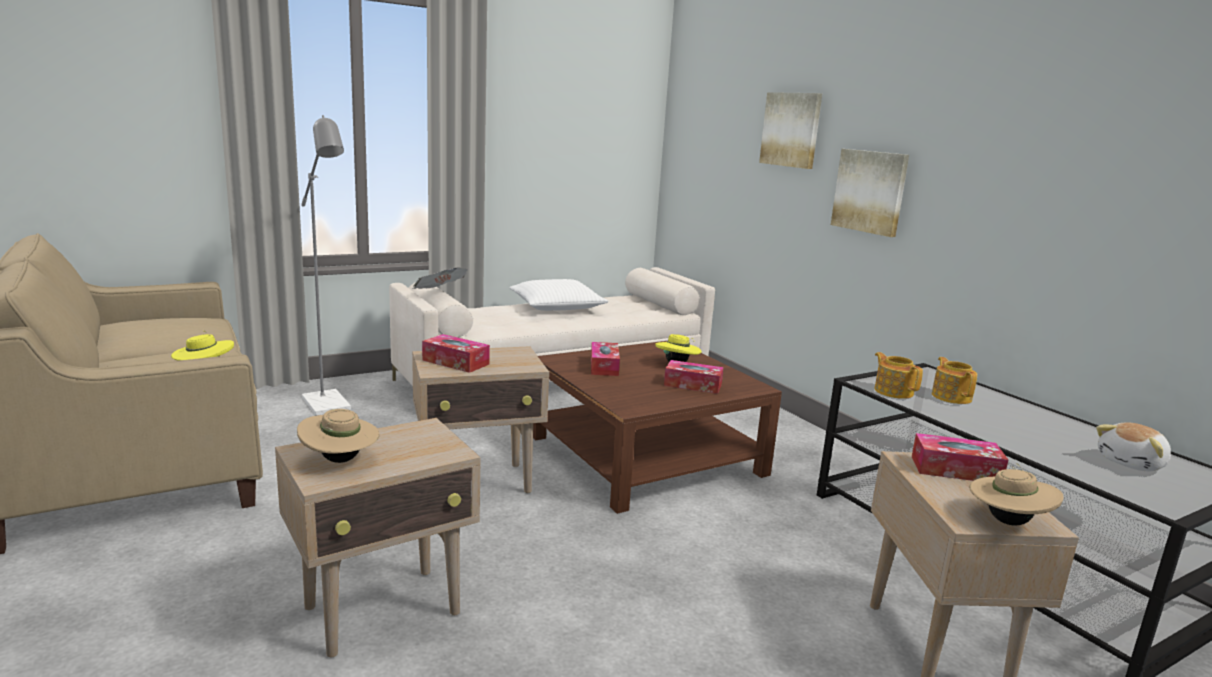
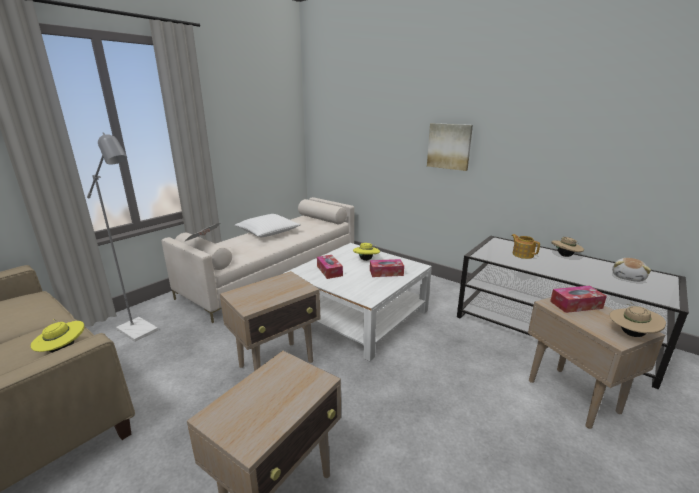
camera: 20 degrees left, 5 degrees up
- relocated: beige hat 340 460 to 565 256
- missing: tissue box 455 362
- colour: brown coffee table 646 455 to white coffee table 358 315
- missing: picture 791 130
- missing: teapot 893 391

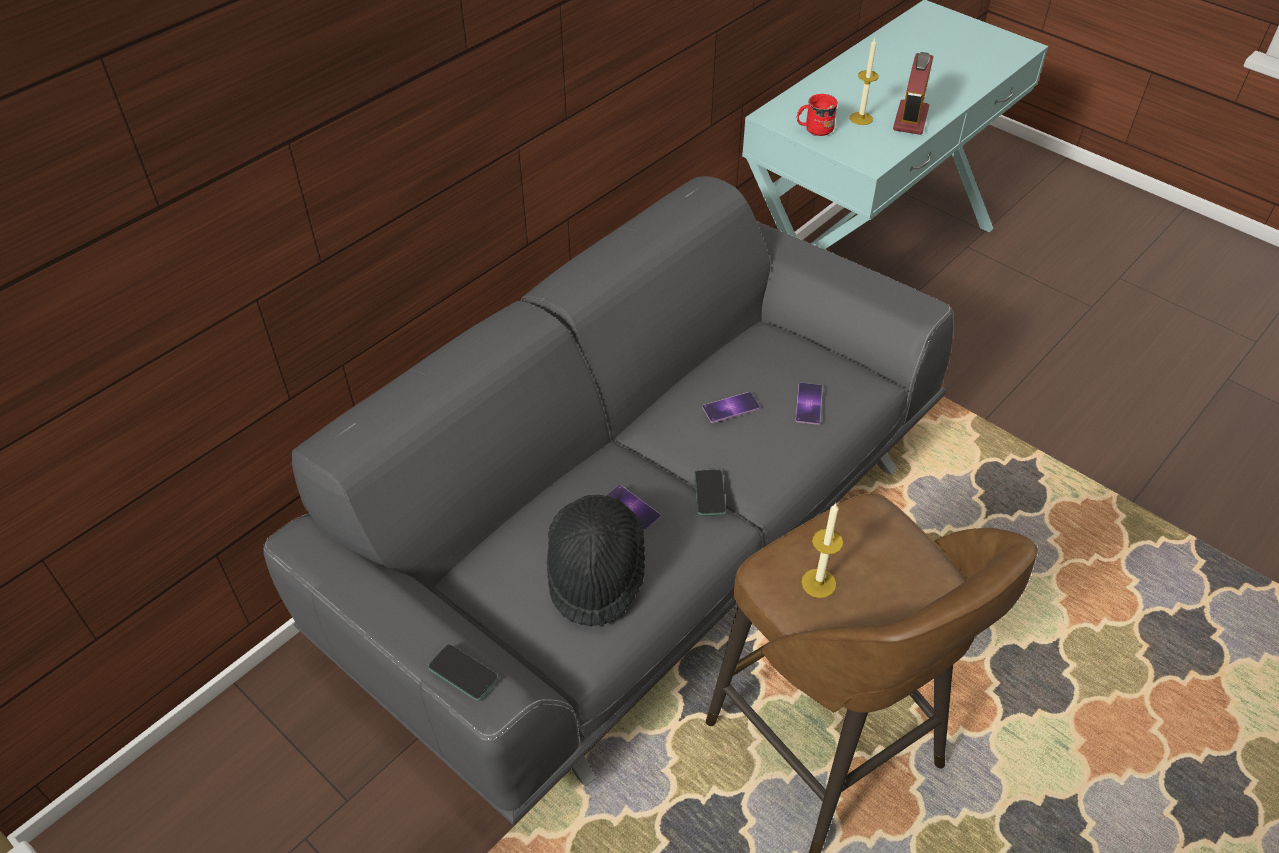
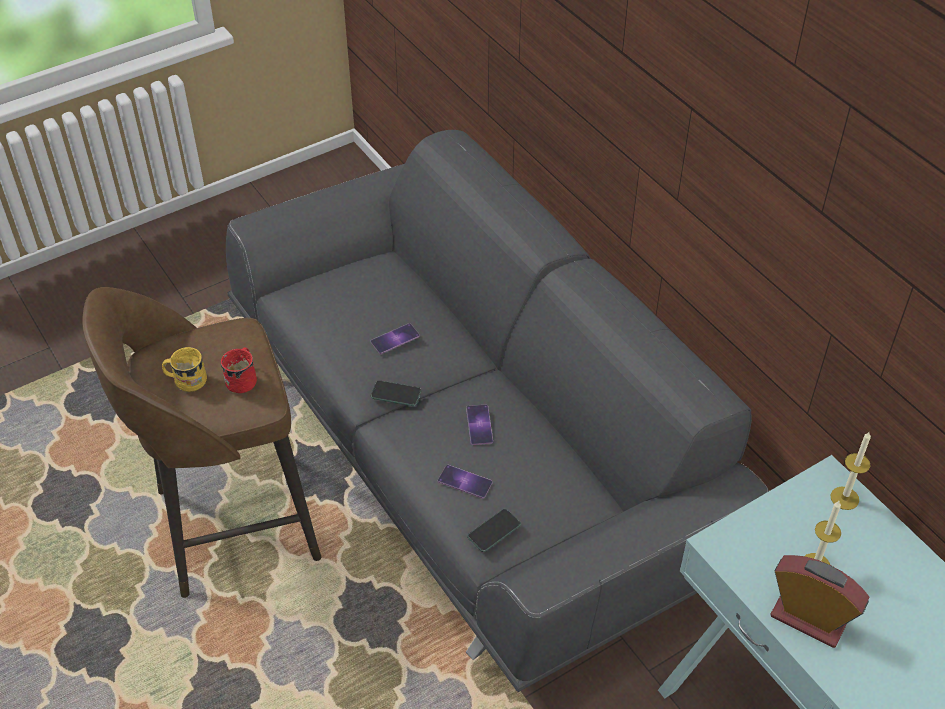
camera: 105 degrees right, 0 degrees up
- relocated: phone 463 673 to 494 531
- missing: black hat 595 573
- relocated: red mug 814 129 to 243 379
- relocated: candle 818 583 to 844 498
- appeared: yellow mug 186 380

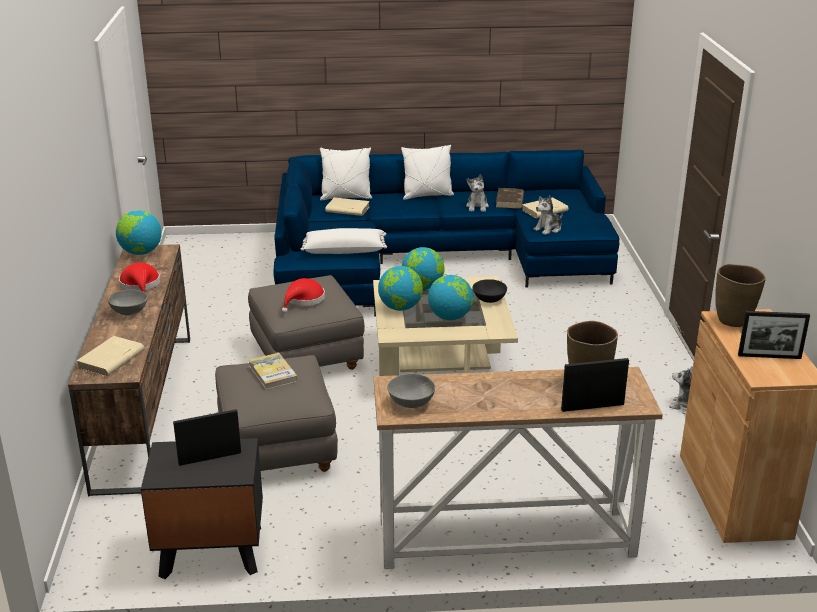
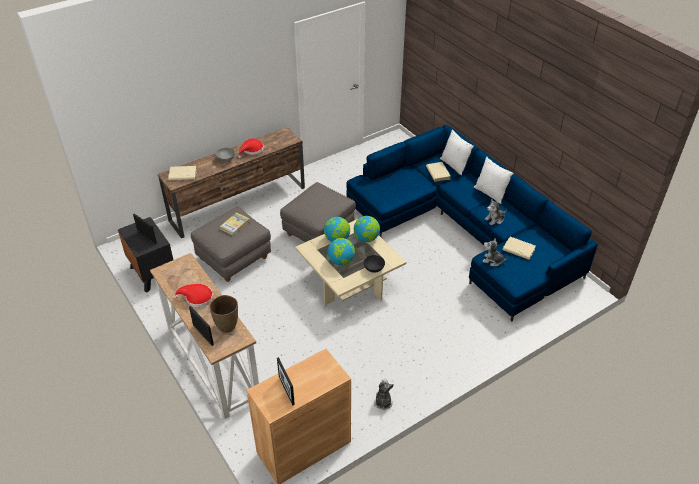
camera: 60 degrees right, 15 degrees up
- missing: globe 141 252
- relocated: red hat 303 300 to 197 298
- missing: white pillow 344 250
- missing: grey bowl 411 403
- missing: brown book 510 201
- missing: brown vase 733 320

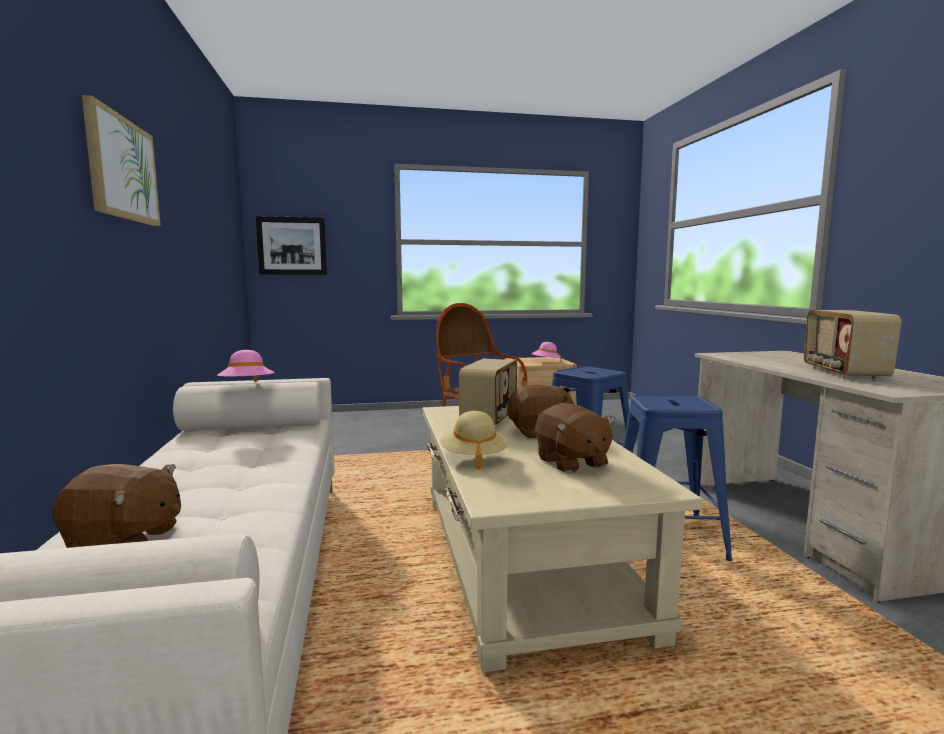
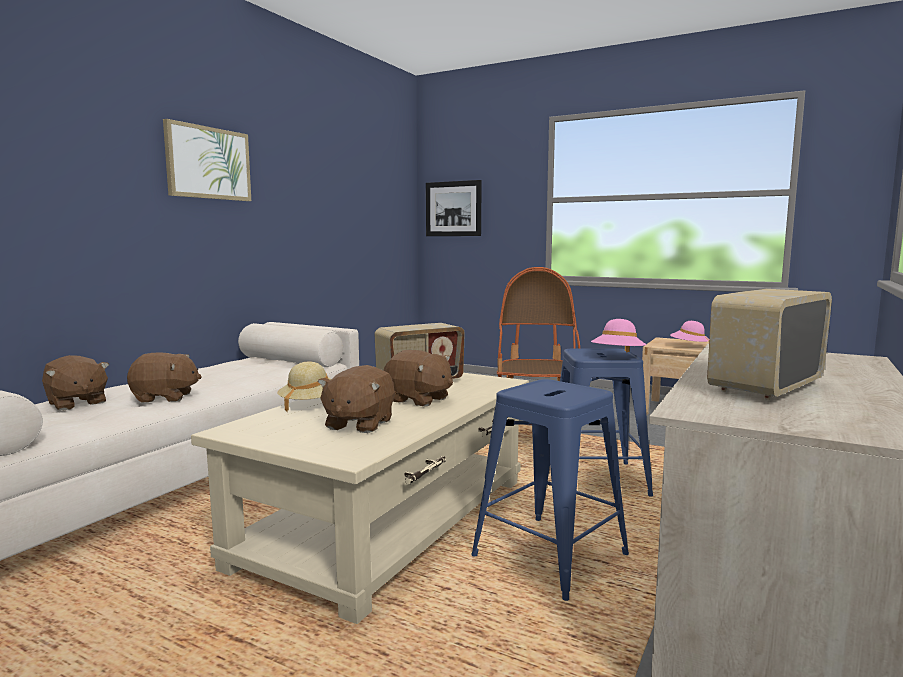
camera: 40 degrees right, 0 degrees up
- relocated: pink hat 247 387 to 618 356
- appeared: brown plush toy 165 397

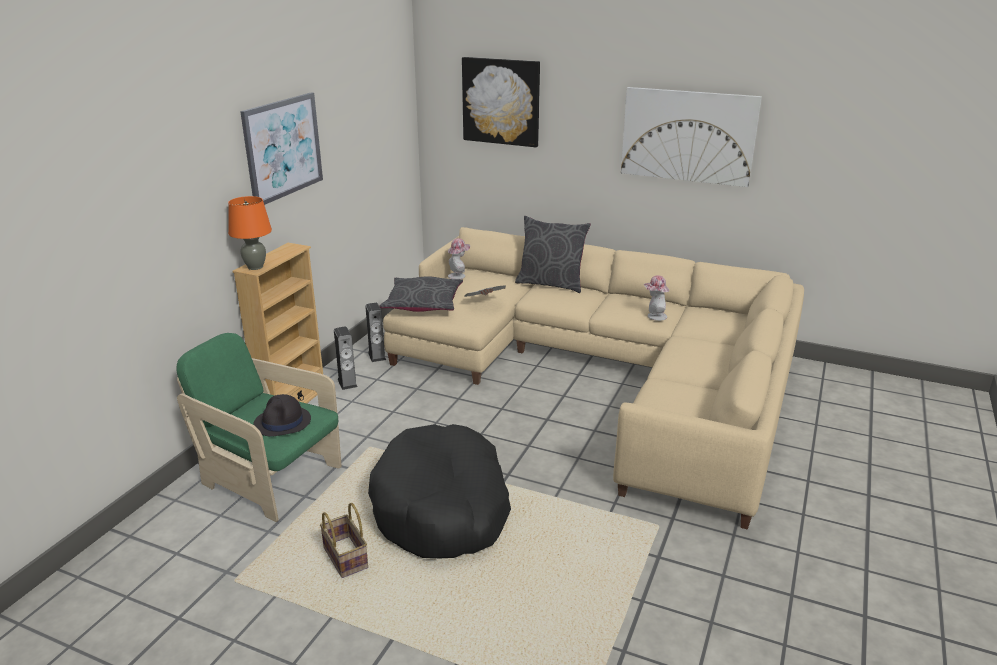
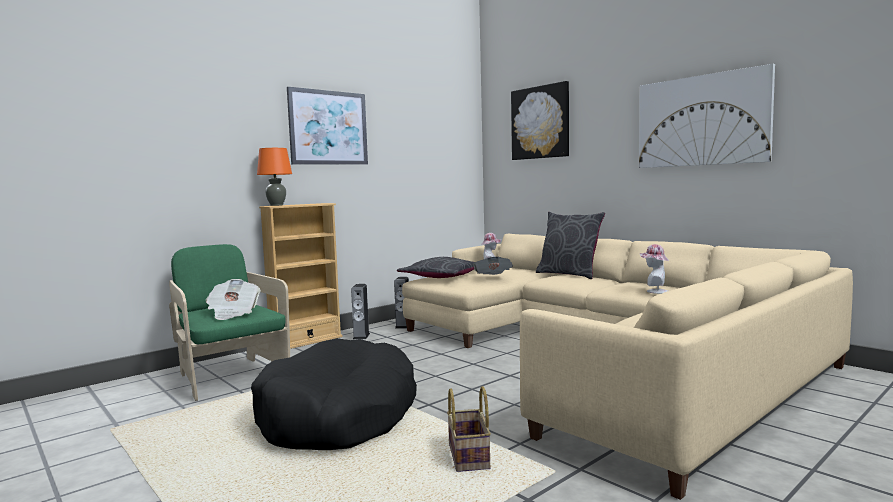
camera: 25 degrees right, 20 degrees down
- exchanged: black hat 283 422 to newspaper 233 313
- relocated: basket 347 558 to 470 457

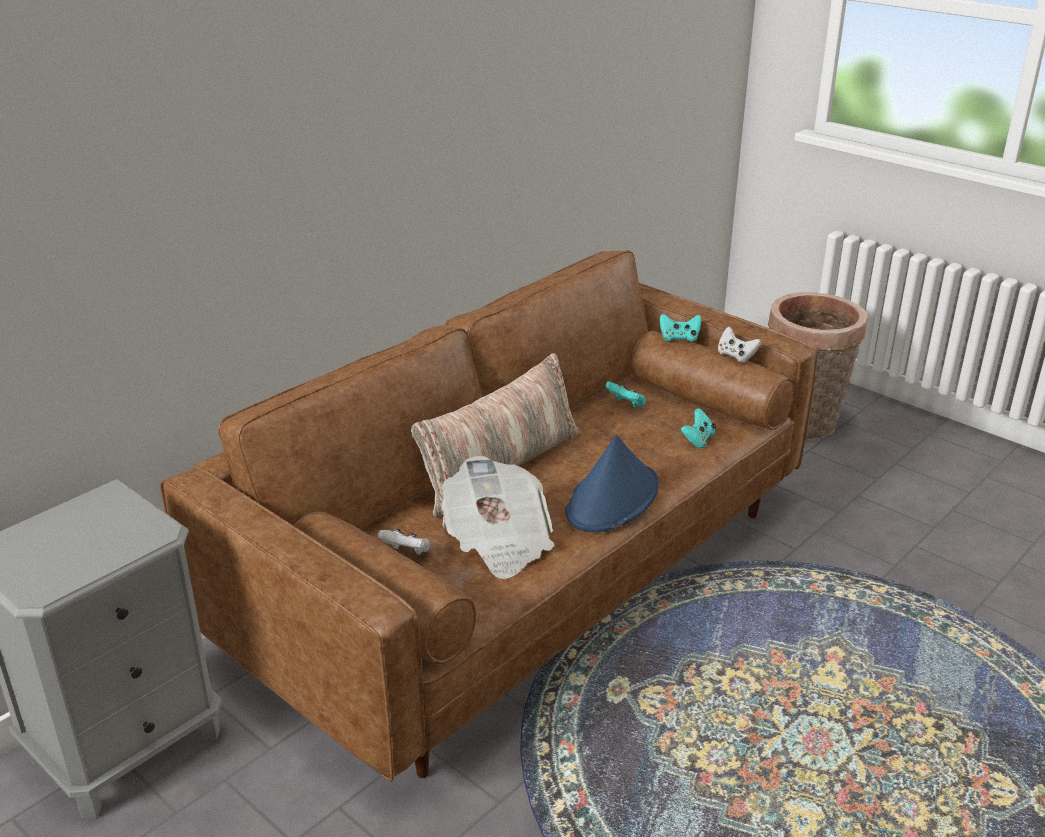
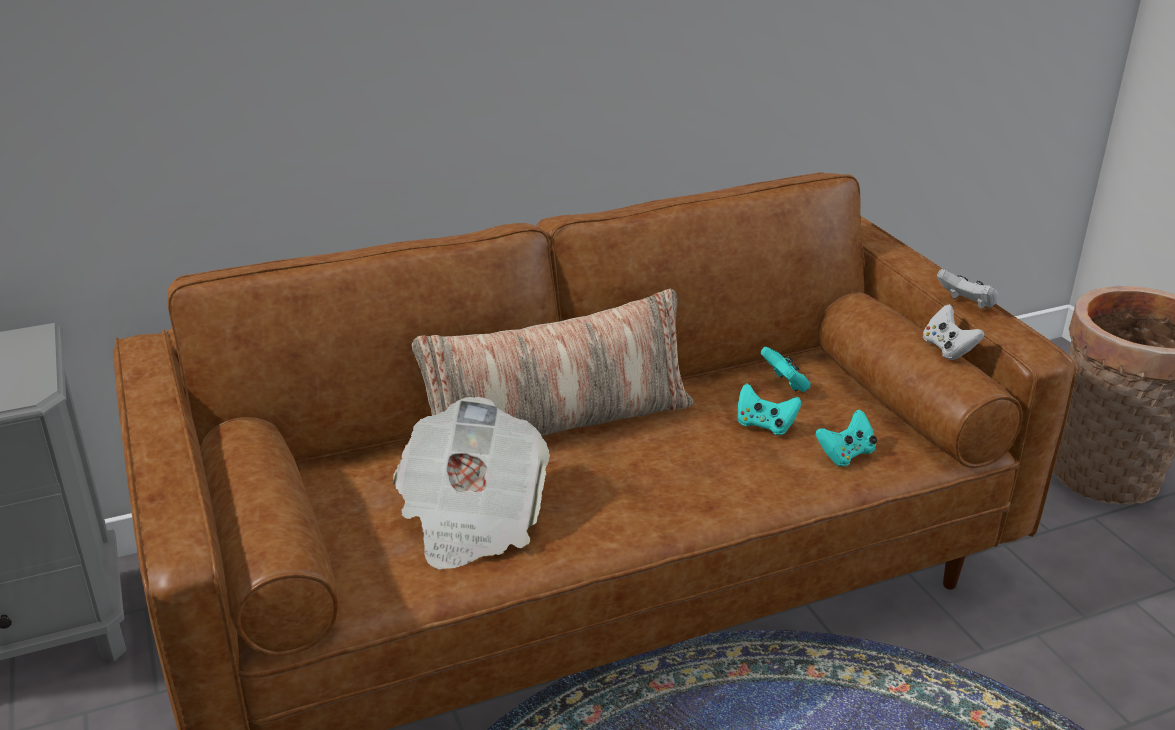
camera: 25 degrees right, 0 degrees up
- relocated: white game controller 407 552 to 966 304
- missing: blue hat 612 499
- relocated: turquoise game controller 679 338 to 765 425

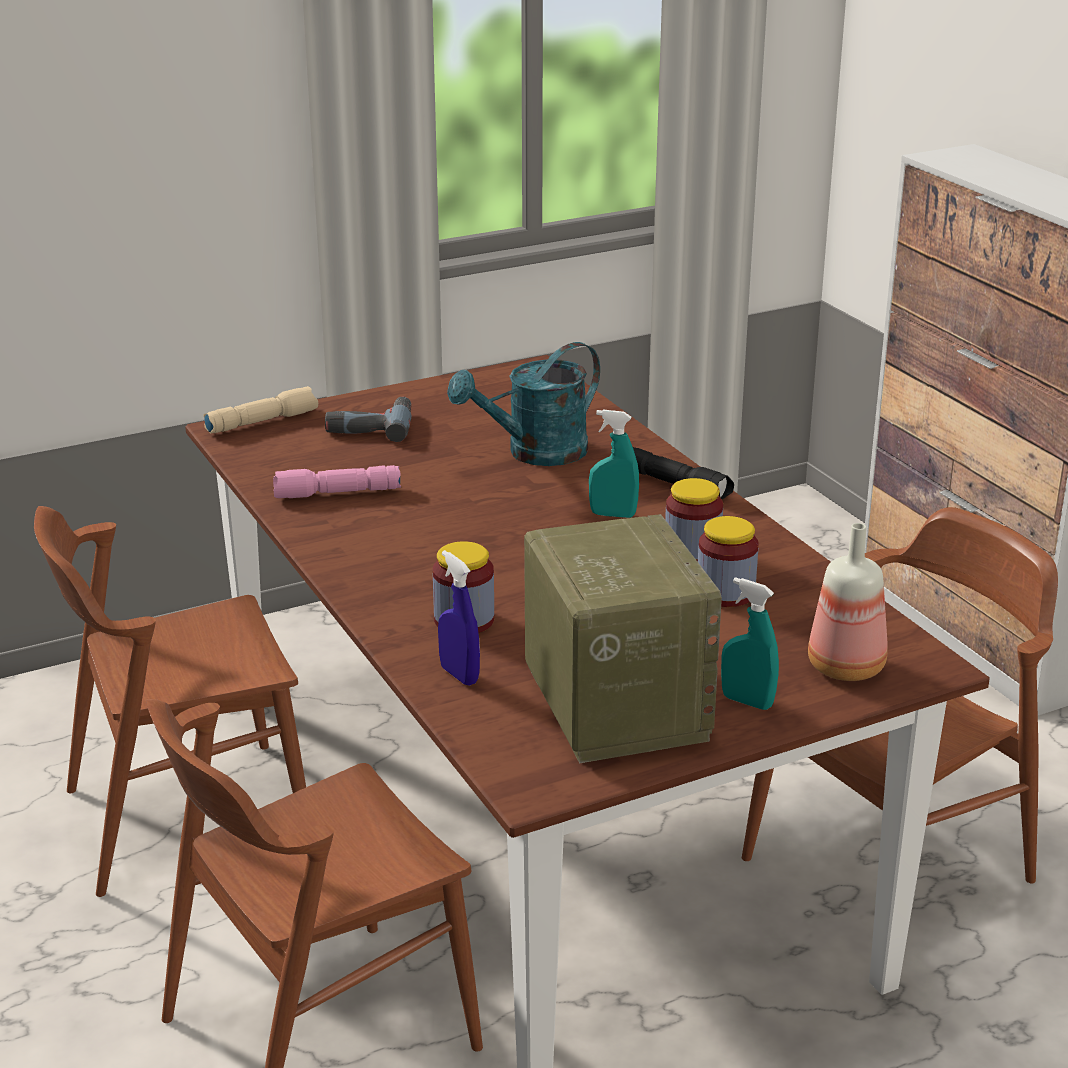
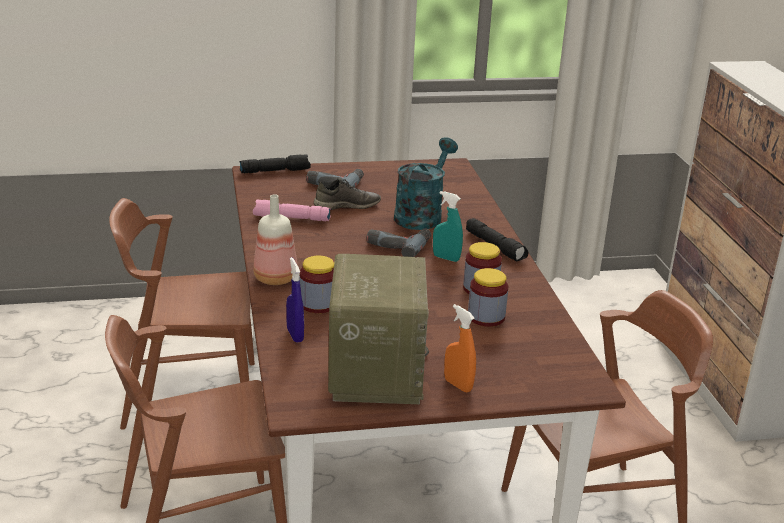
camera: 15 degrees right, 0 degrees up
- colour: beige flashlight 262 421 to black flashlight 275 171
- spun: turquoise watering can 535 454 = 421 215 135 degrees clockwise
- colour: turquoise spray bottle 747 701 to orange spray bottle 458 385
- relocated: bottle 847 666 to 277 278
- appeared: grey shoe 347 205
- appeared: power drill 398 244

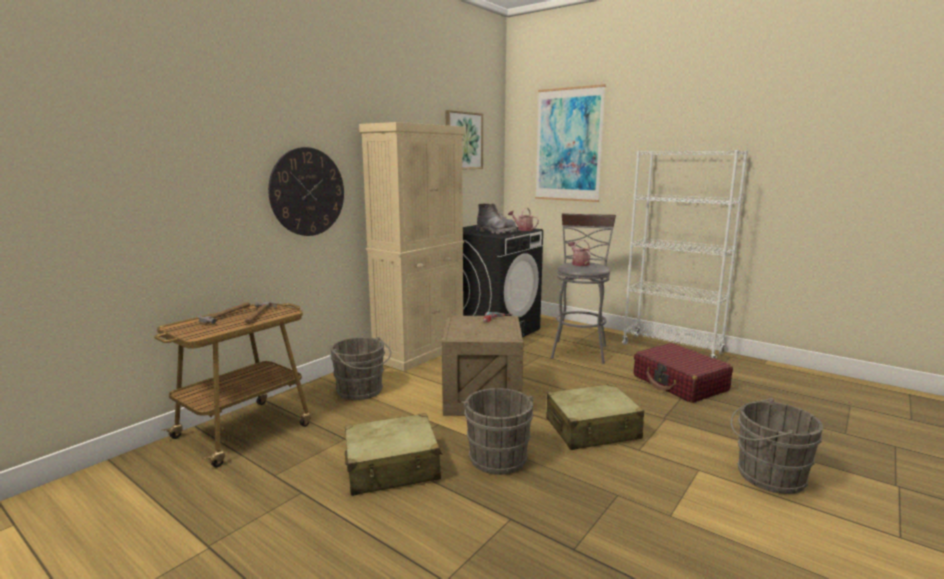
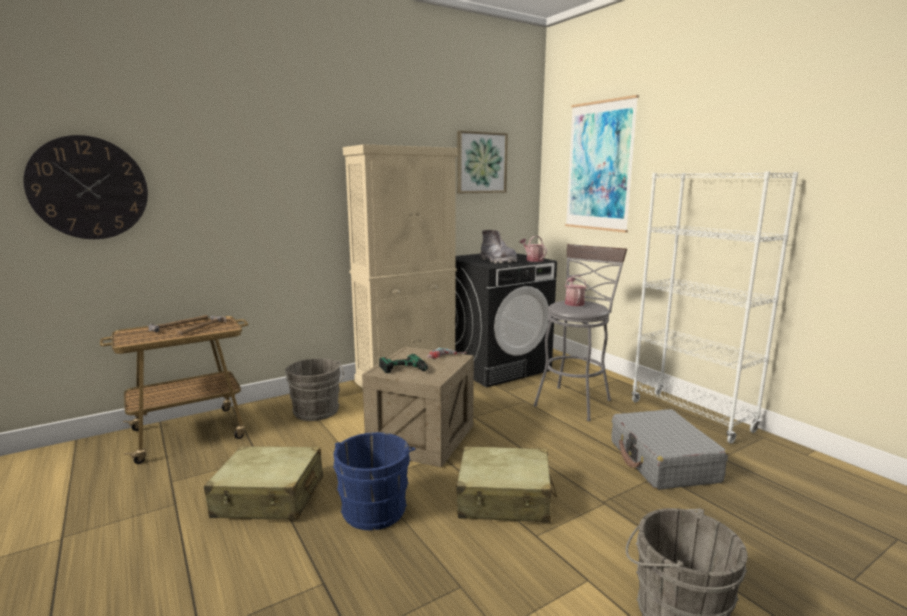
camera: 20 degrees right, 0 degrees up
- relocated: wall clock 307 192 to 89 188
- colour: grey bucket 497 456 to blue bucket 375 508
- colour: red suitcase 680 383 to grey suitcase 663 461
- appeared: power drill 406 371

